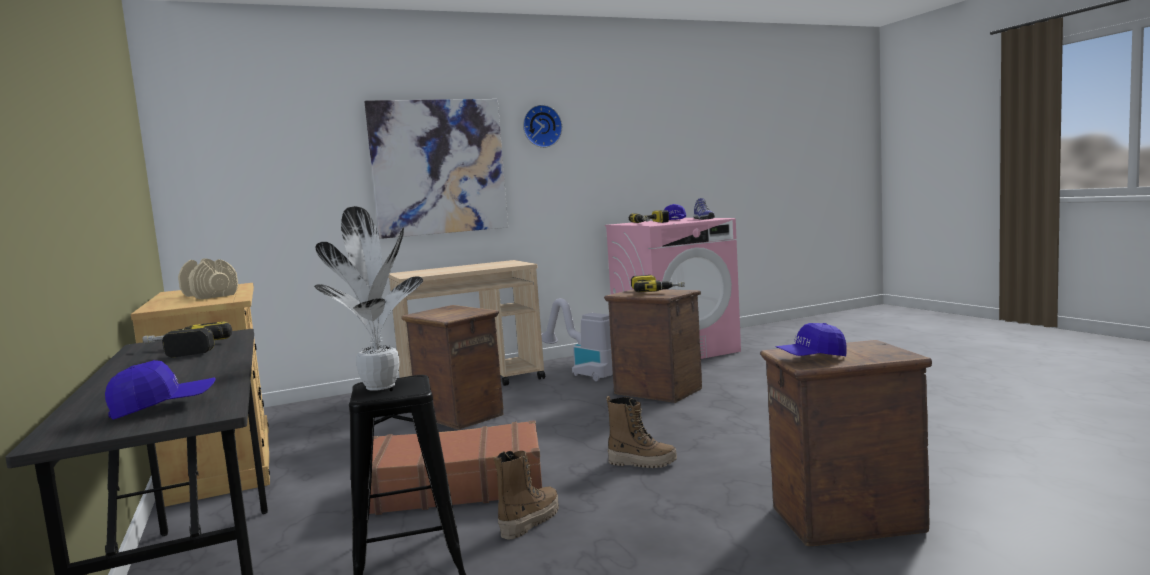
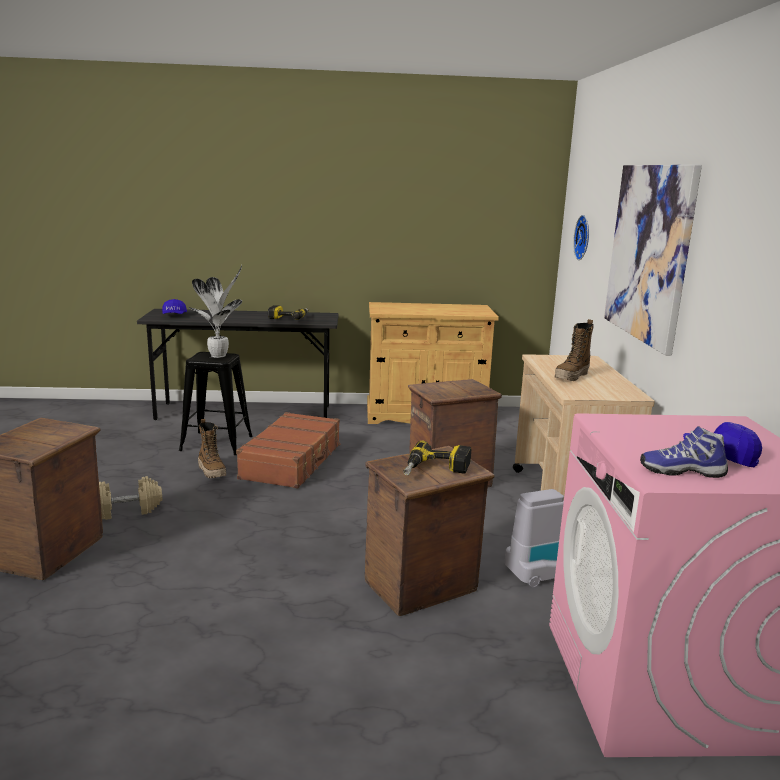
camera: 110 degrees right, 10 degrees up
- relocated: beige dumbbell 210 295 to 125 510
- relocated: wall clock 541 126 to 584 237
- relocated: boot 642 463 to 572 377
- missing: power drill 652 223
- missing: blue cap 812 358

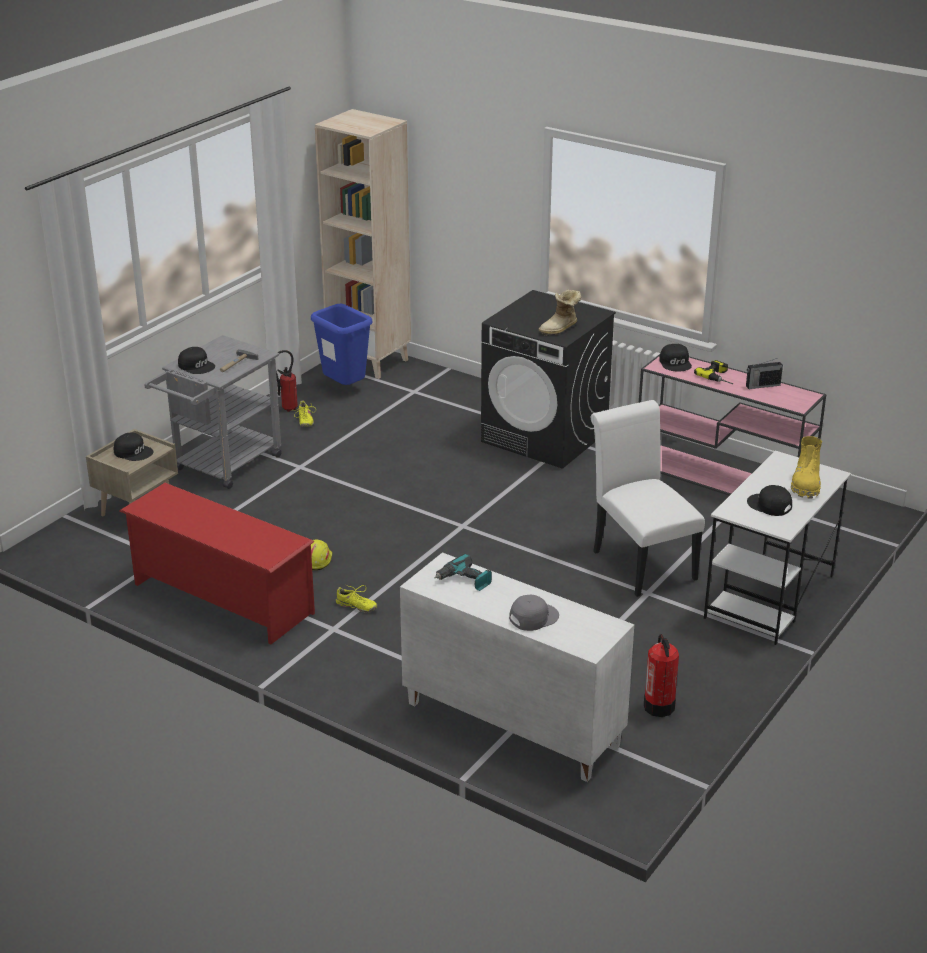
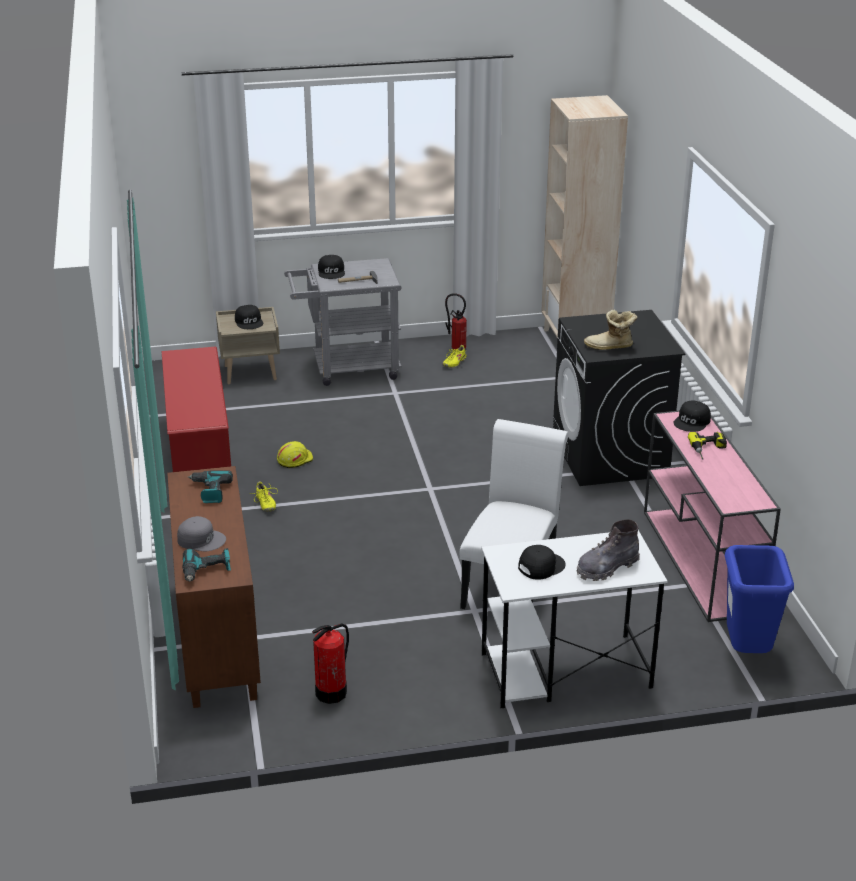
camera: 45 degrees right, 0 degrees up
- relocated: blue trash can 345 389 to 747 653
- colour: white cabinet 510 724 to brown cabinet 217 638
- missing: radio 762 385
- spun: black cap 769 505 = 541 566 60 degrees clockwise
- colour: yellow boot 806 484 to grey boot 606 567
- appeared: power drill 206 571

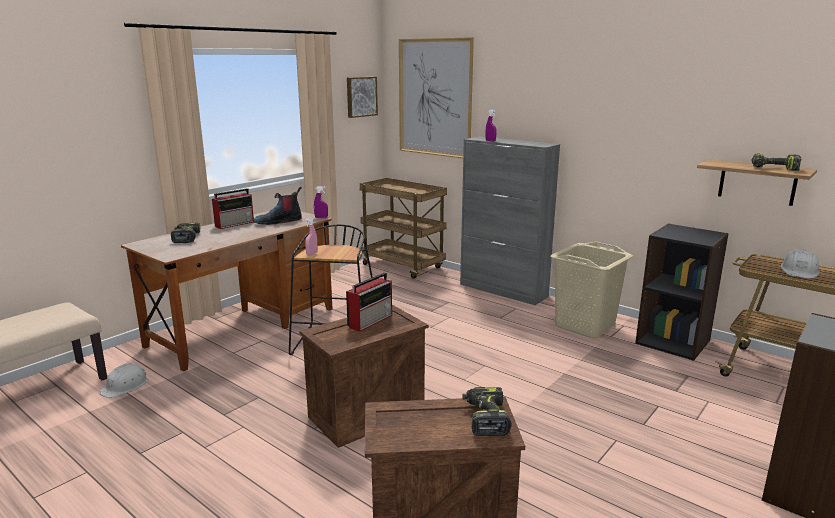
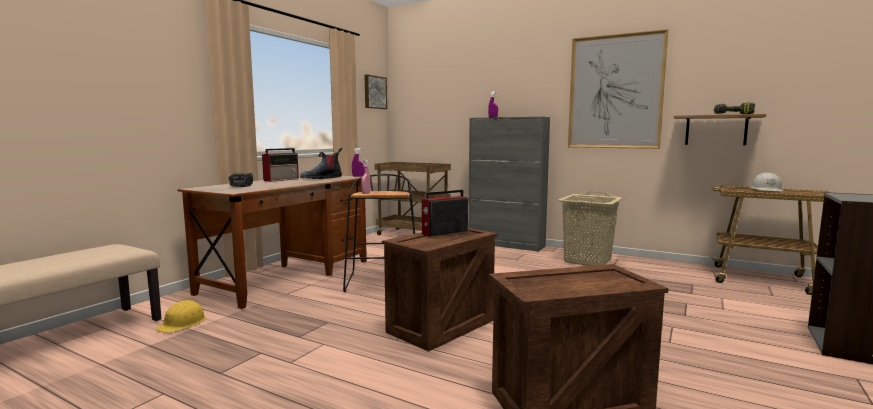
camera: 10 degrees left, 10 degrees down
- colour: white hard hat 125 386 to yellow hard hat 183 323
- spun: radio 371 320 = 444 233 150 degrees counterclockwise
- relocated: picture 435 98 to 615 92
- missing: power drill 485 418
- missing: black bookcase 673 341

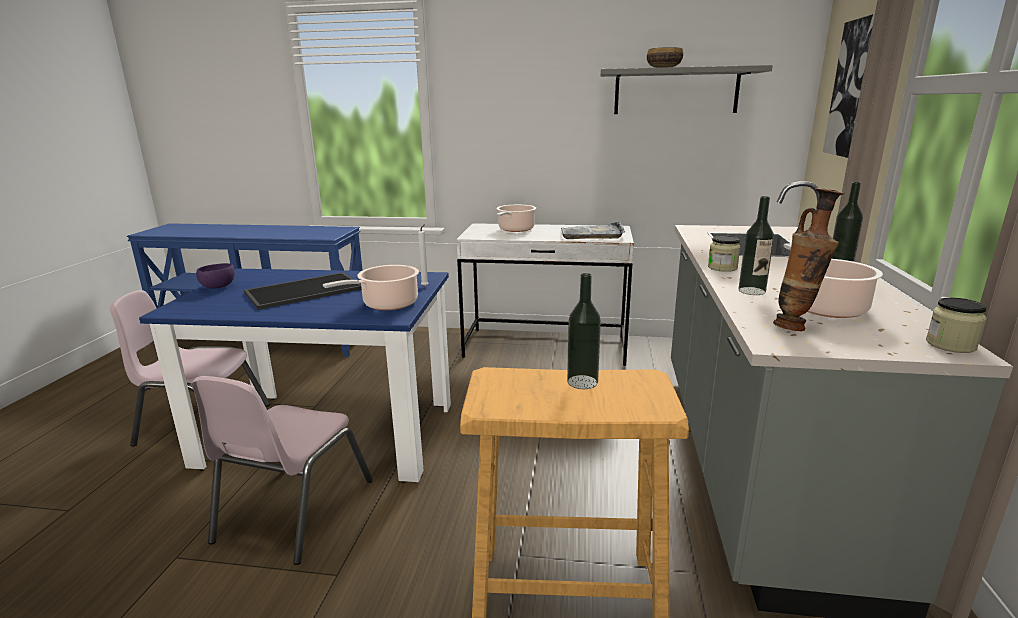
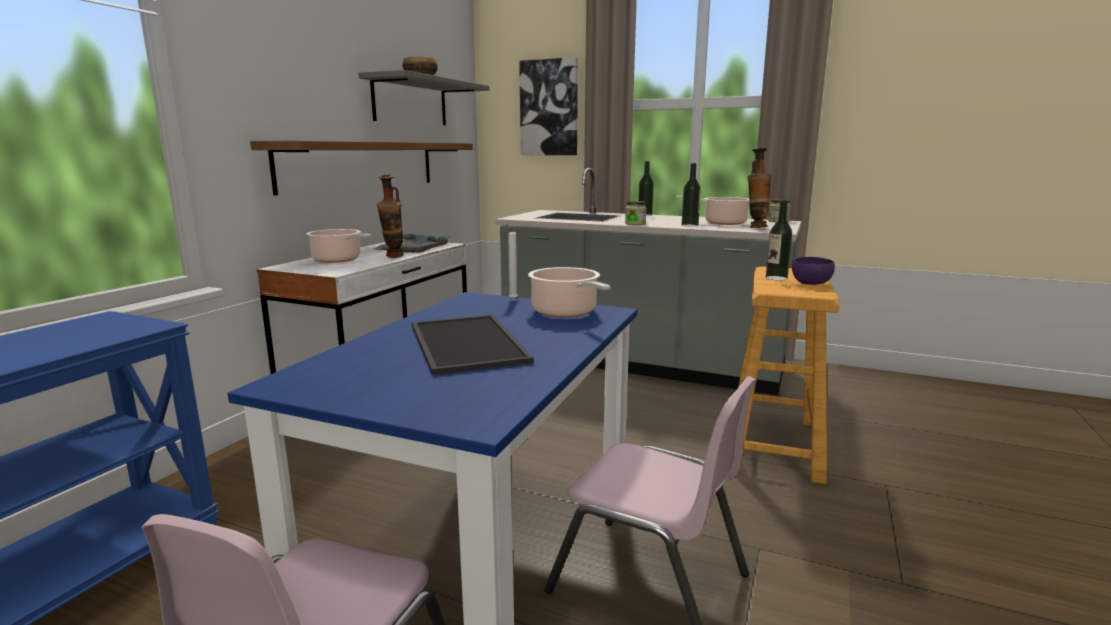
camera: 75 degrees left, 5 degrees down
- relocated: purple bowl 218 287 to 811 284
- appeared: shelf 361 165
- appeared: vase 393 257

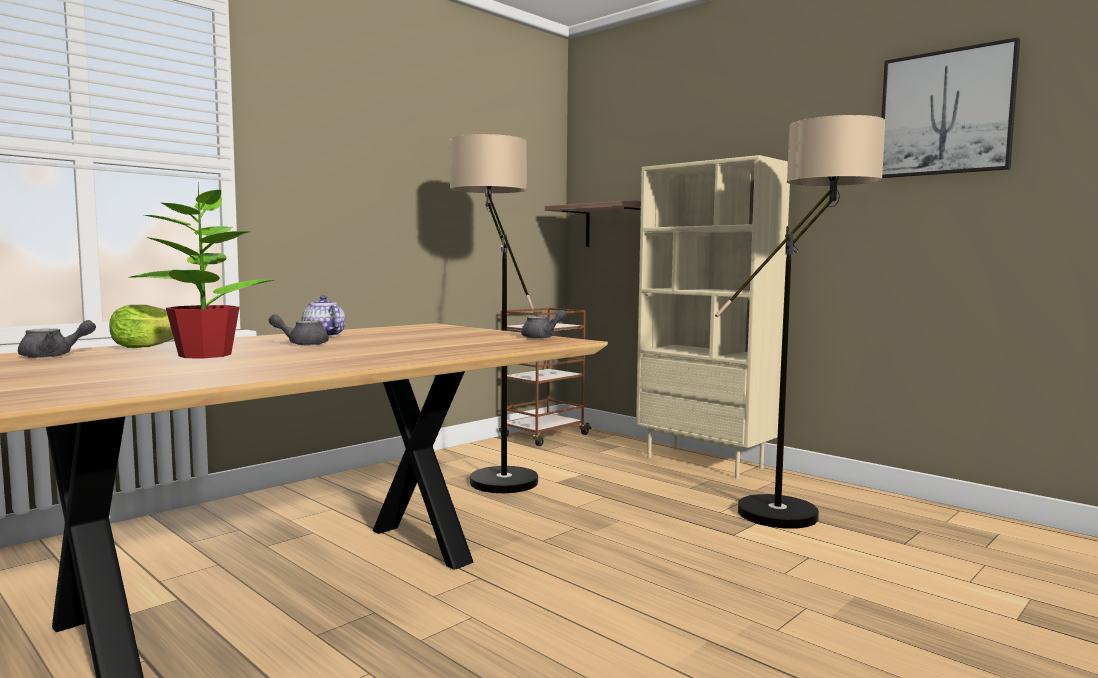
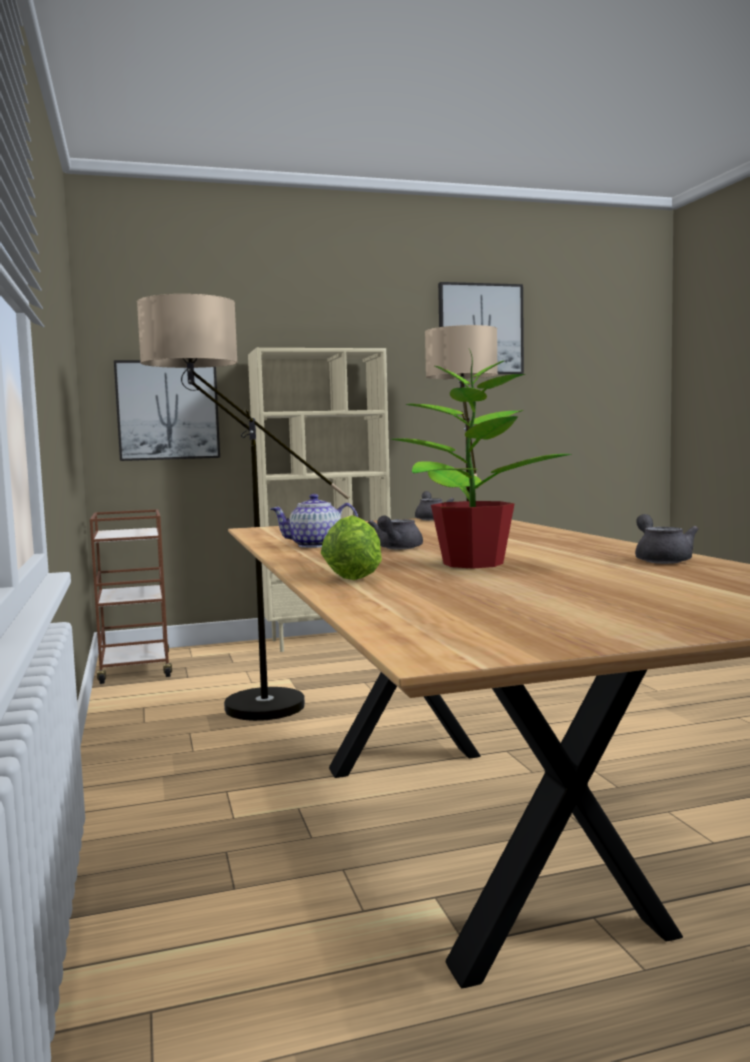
camera: 60 degrees left, 0 degrees up
- relocated: grey teapot 54 355 to 661 559
- exchanged: shelf 617 226 to picture 168 410

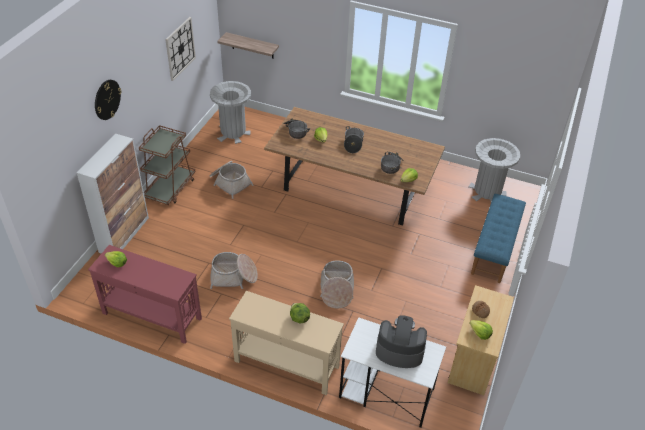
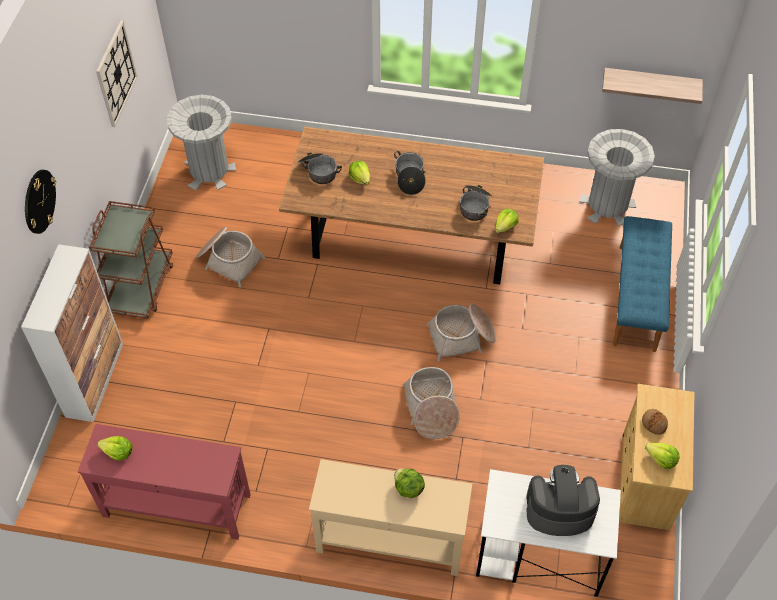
camera: 10 degrees left, 10 degrees up
- relocated: basket 233 277 to 462 337
- relocated: shelf 252 46 to 650 83

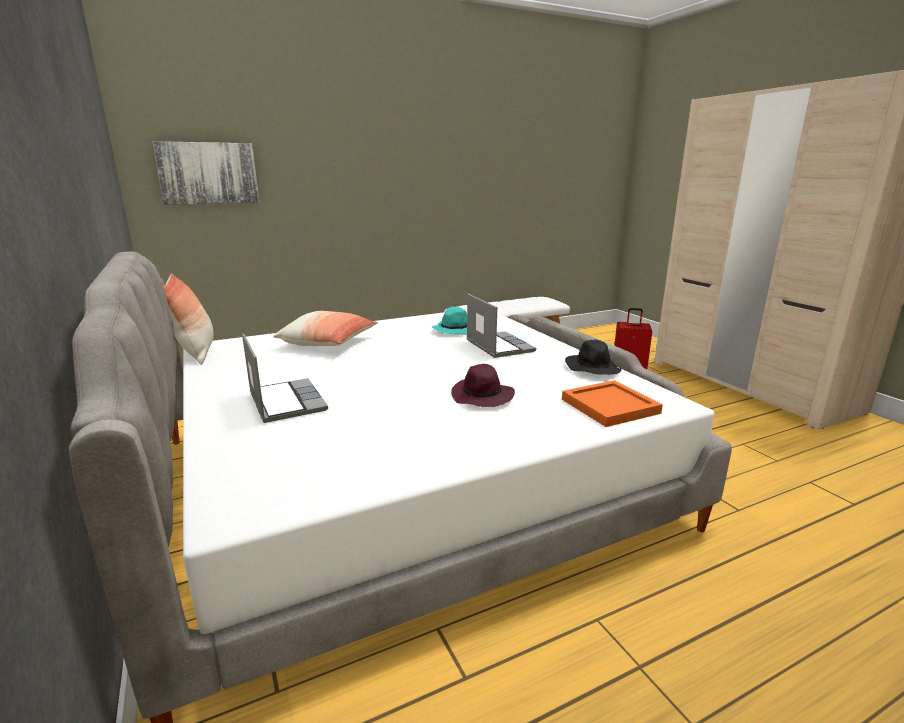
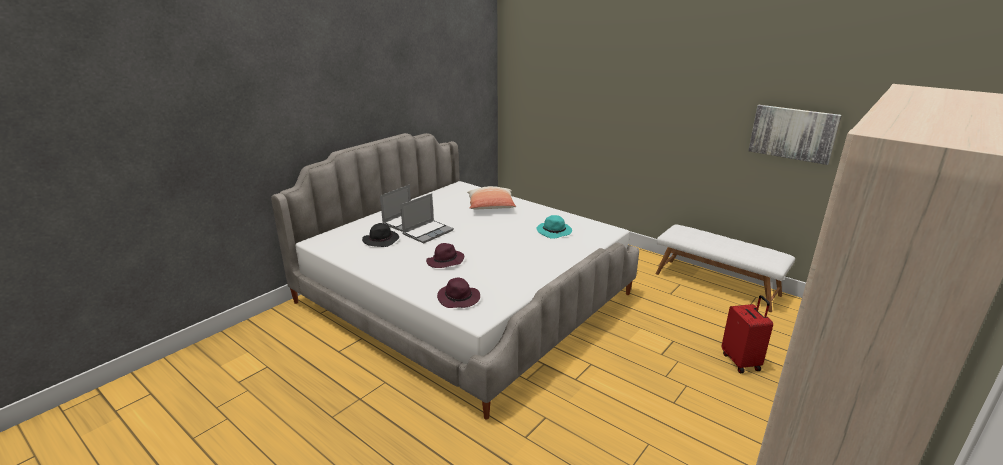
camera: 65 degrees right, 5 degrees up
- relocated: picture 208 173 to 793 133
- missing: pillow 195 353
- relocated: laptop 498 346 to 428 232
- exchanged: orange tray 610 405 to purple hat 459 299
- relocated: black hat 592 368 to 381 240

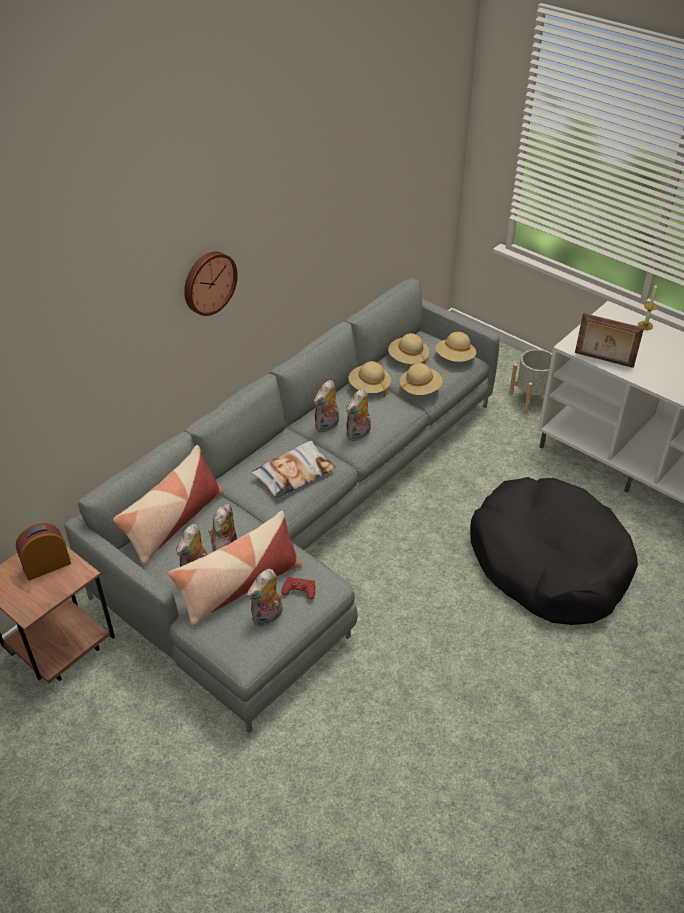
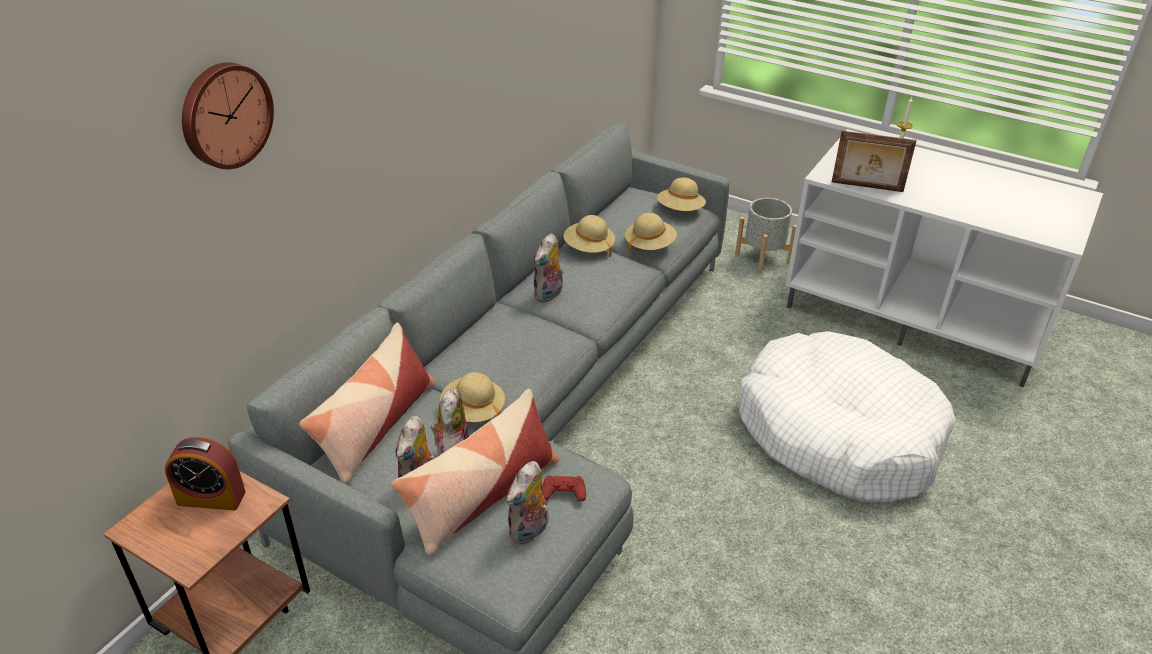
camera: 10 degrees left, 5 degrees down
- spun: alarm clock 47 566 = 211 498 135 degrees counterclockwise
- relocated: wall clock 208 282 to 224 115
- missing: pillow 294 474
- missing: plush toy 359 434
- relocated: beige hat 408 359 to 473 411
- colour: black dog bed 548 563 to white dog bed 837 434

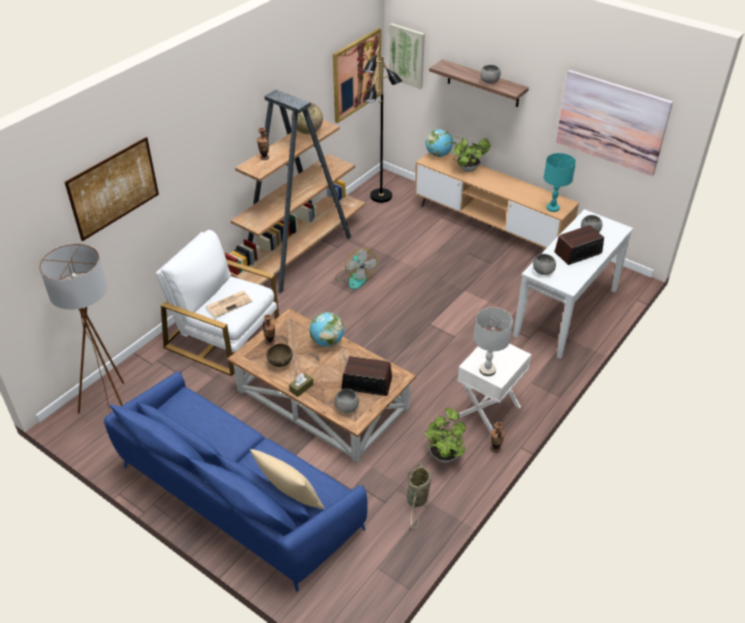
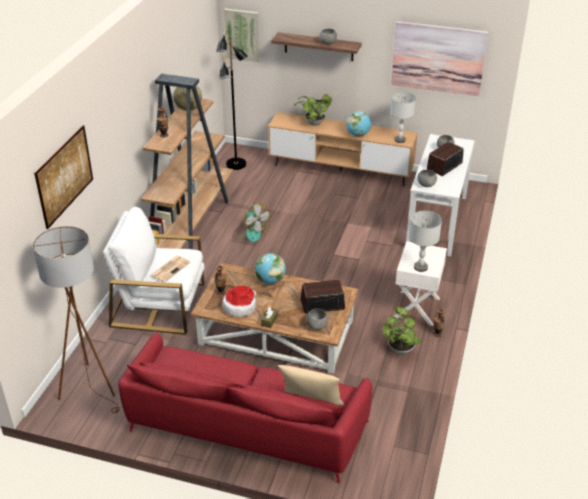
camera: 20 degrees left, 5 degrees down
- colour: blue sofa 236 496 to red sofa 245 426
- exchanged: brown bowl 280 364 to hat 240 306
- missing: picture 356 75
- missing: basket 417 501
- relocated: globe 438 155 to 358 135
- colour: turquoise table lamp 552 208 to grey table lamp 399 140

